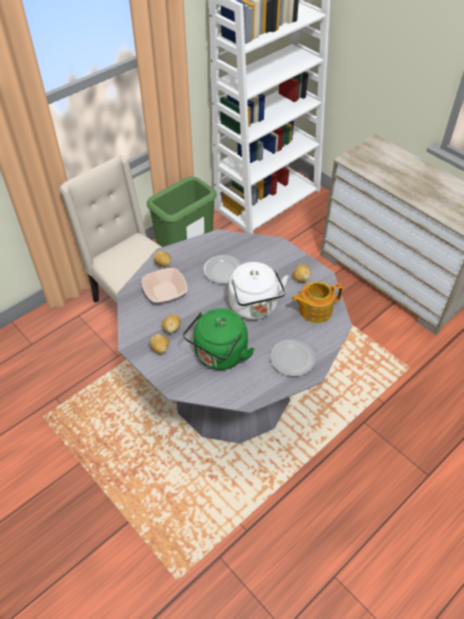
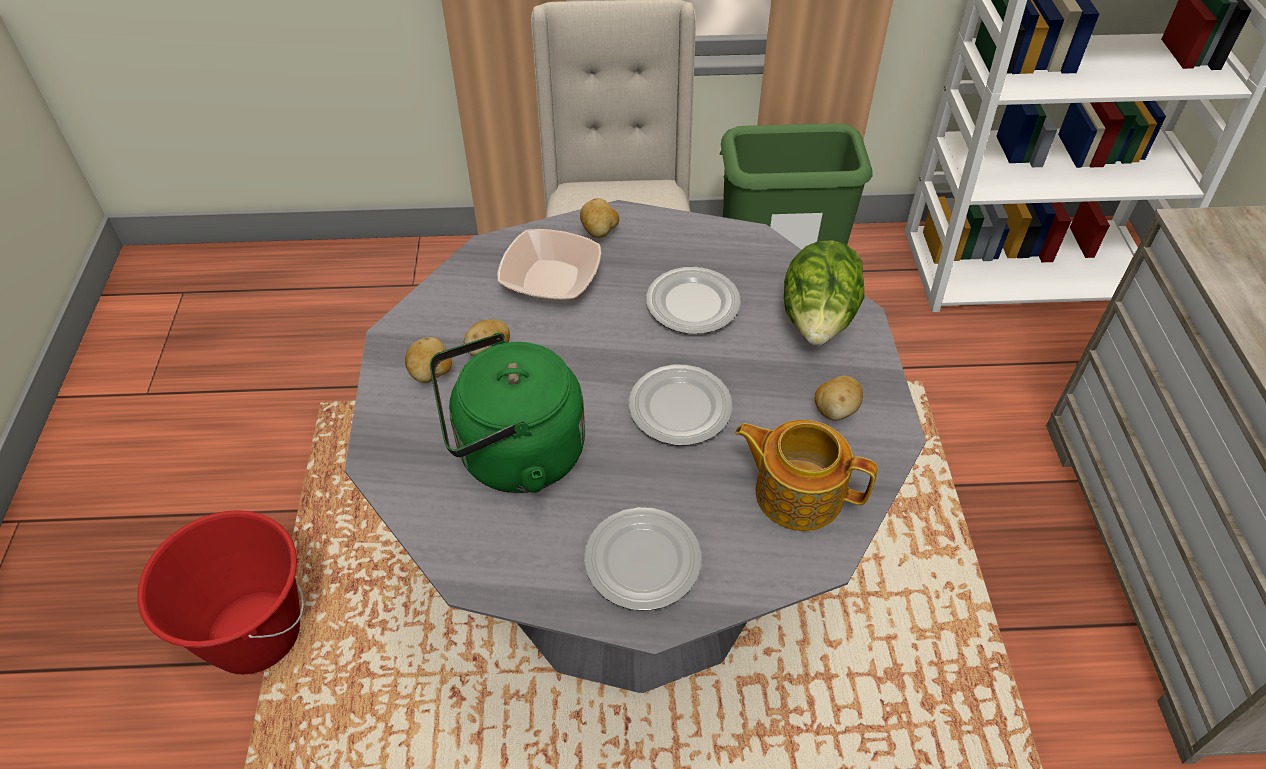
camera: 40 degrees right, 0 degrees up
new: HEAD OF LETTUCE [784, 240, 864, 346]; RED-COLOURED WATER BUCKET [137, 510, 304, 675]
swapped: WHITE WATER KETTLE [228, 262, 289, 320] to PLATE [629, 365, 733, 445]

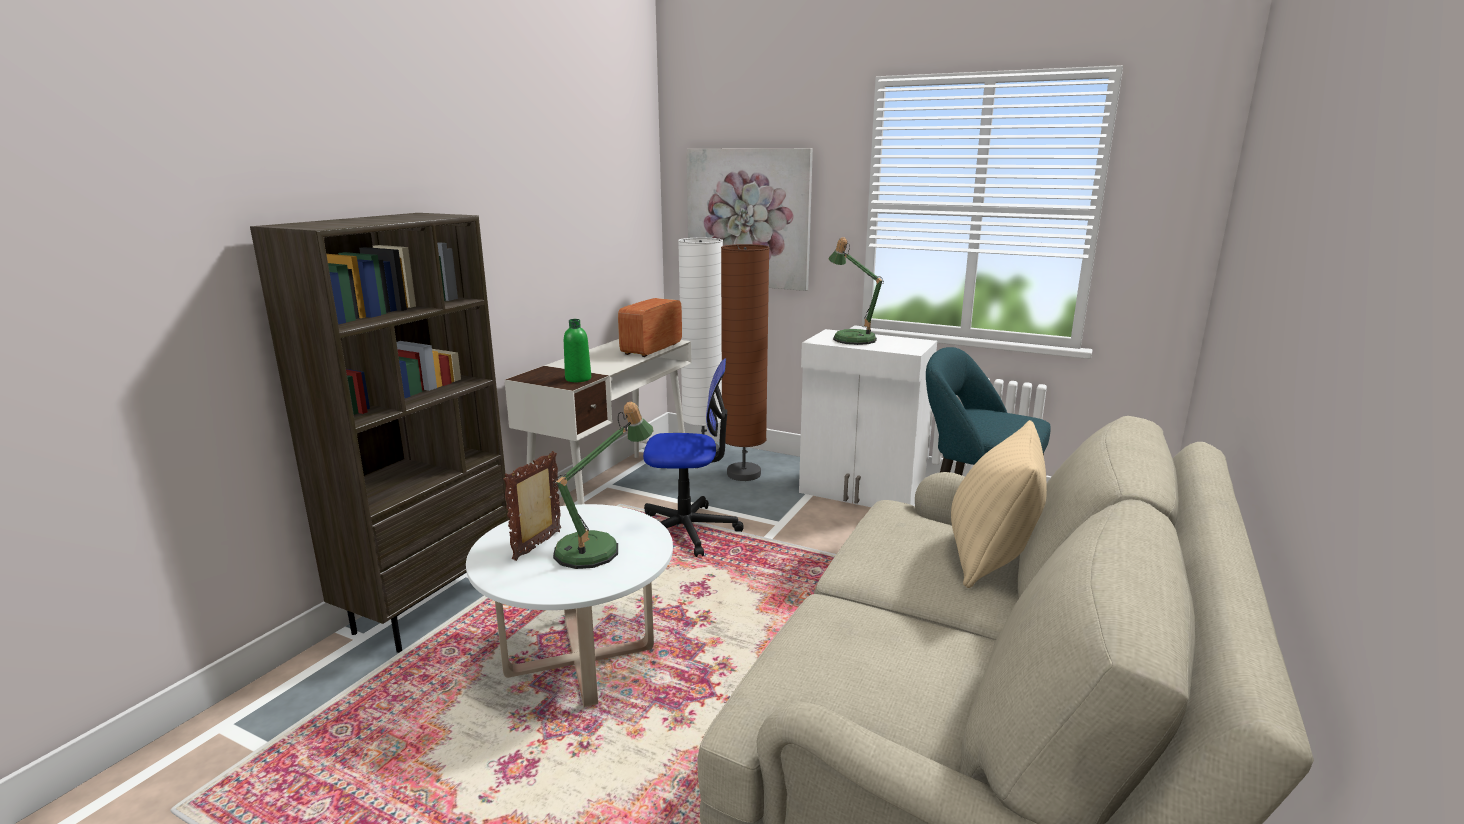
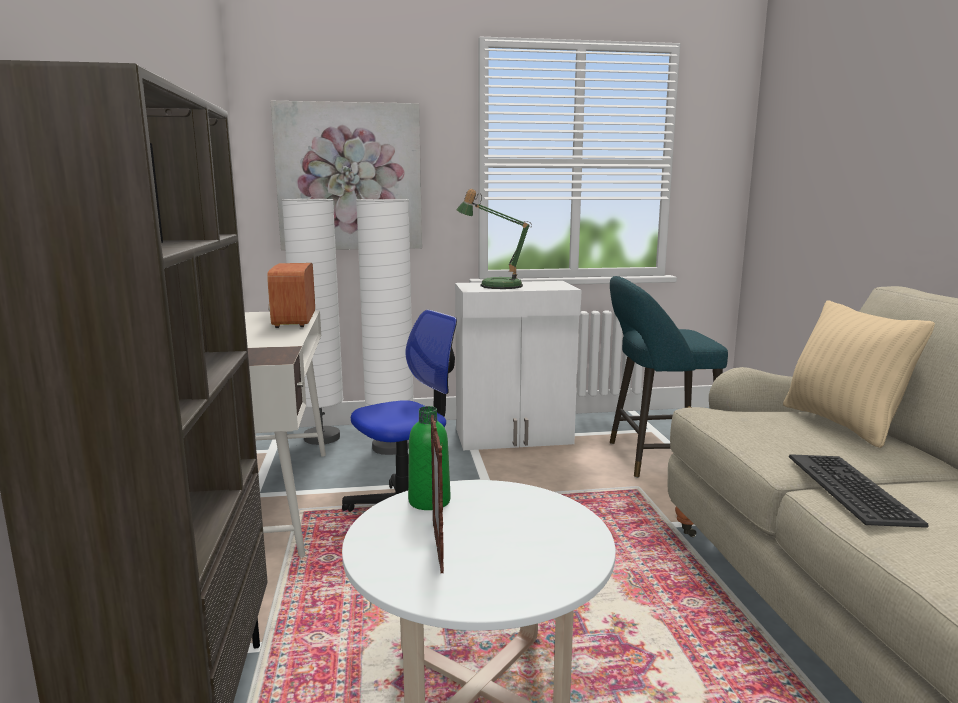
camera: 35 degrees left, 5 degrees down
gone: LAMP FOR A TABLE [553, 402, 653, 569]
new: COMPUTER KEYBOARD [789, 454, 929, 528]
shifted: GREEN-COLOURED BOTTLE [564, 319, 591, 382] to [408, 406, 451, 510]
repainted: BROWN-COLOURED FLOOR LAMP [721, 244, 770, 481] to WHITE FLOOR LAMP [356, 199, 414, 455]

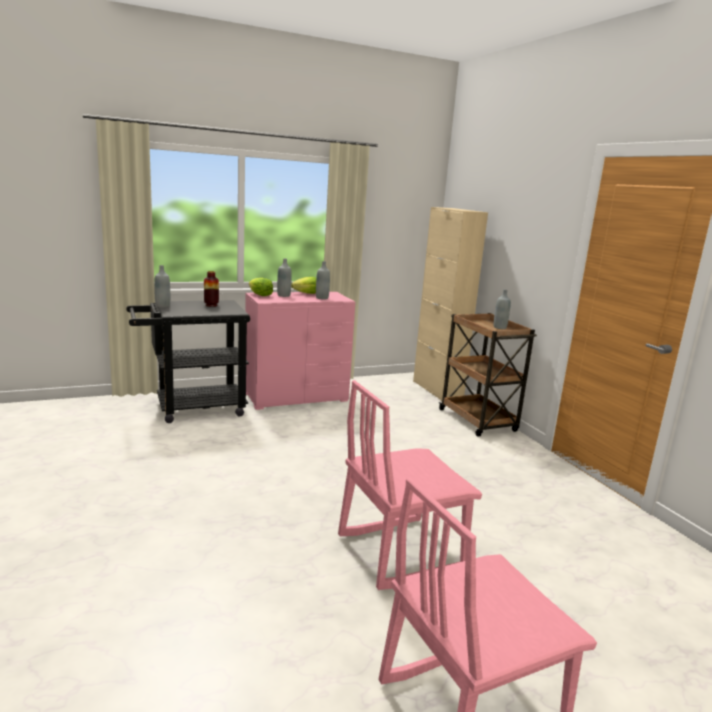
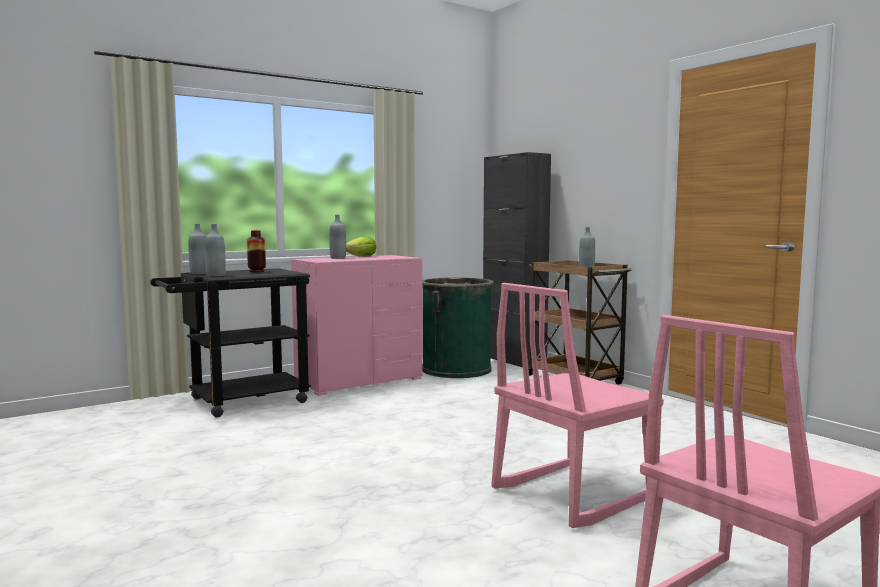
camera: 10 degrees left, 10 degrees down
gone: HEAD OF LETTUCE [249, 278, 273, 296]
new: GREEN-COLOURED RUBBISH BIN [421, 277, 494, 378]
shifted: GRAY BOTTLE [316, 261, 330, 300] to [205, 224, 226, 276]
repainted: SAND-COLOURED STORAGE CABINET [413, 207, 488, 401] to BLACK-COLOURED STORAGE CABINET [483, 152, 551, 368]

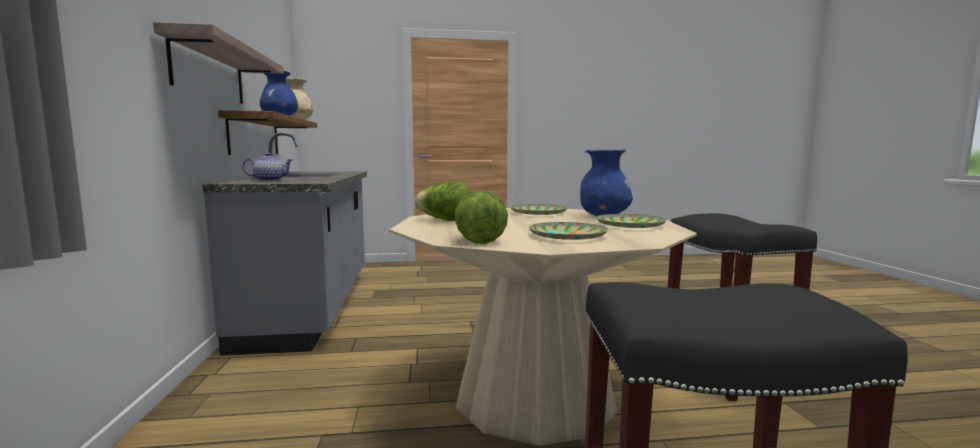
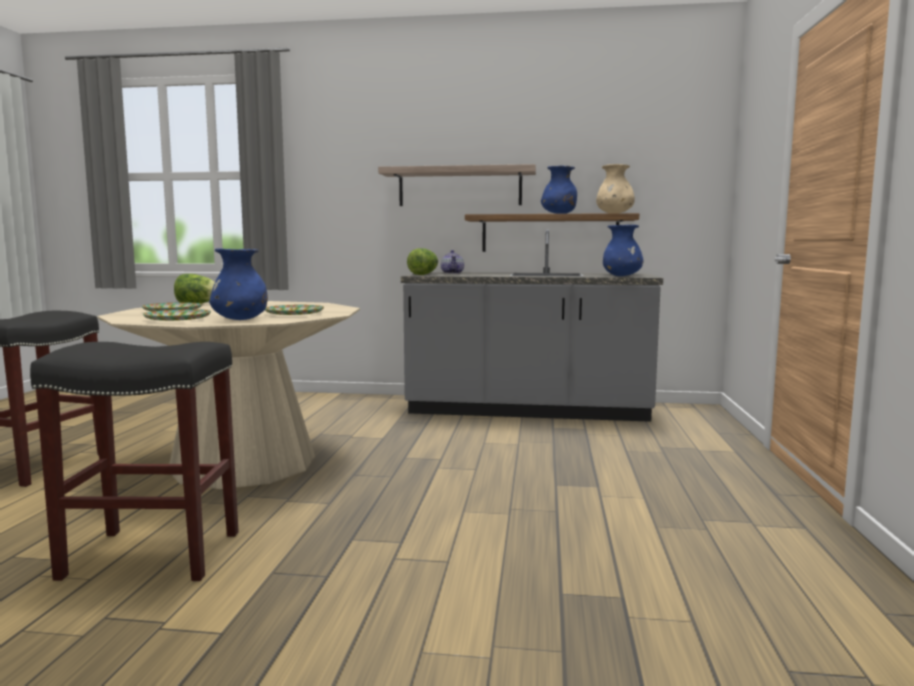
camera: 105 degrees right, 0 degrees up
new: BLUE DECORATIVE VASE [603, 225, 644, 276]
shifted: HEAD OF LETTUCE [415, 182, 469, 221] to [407, 248, 438, 275]

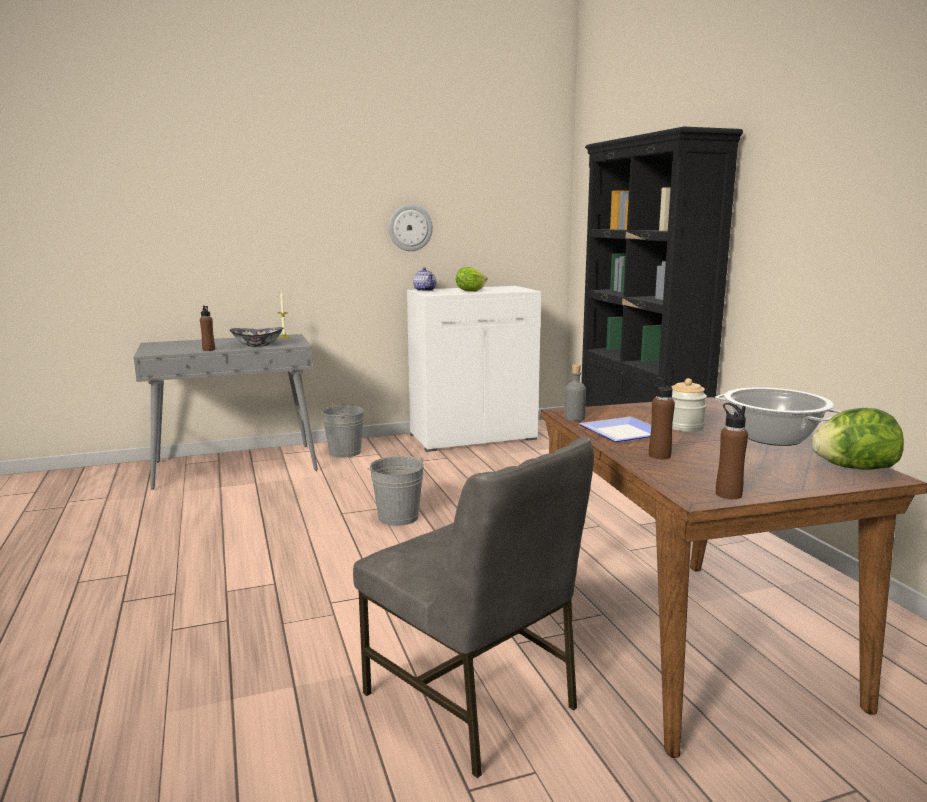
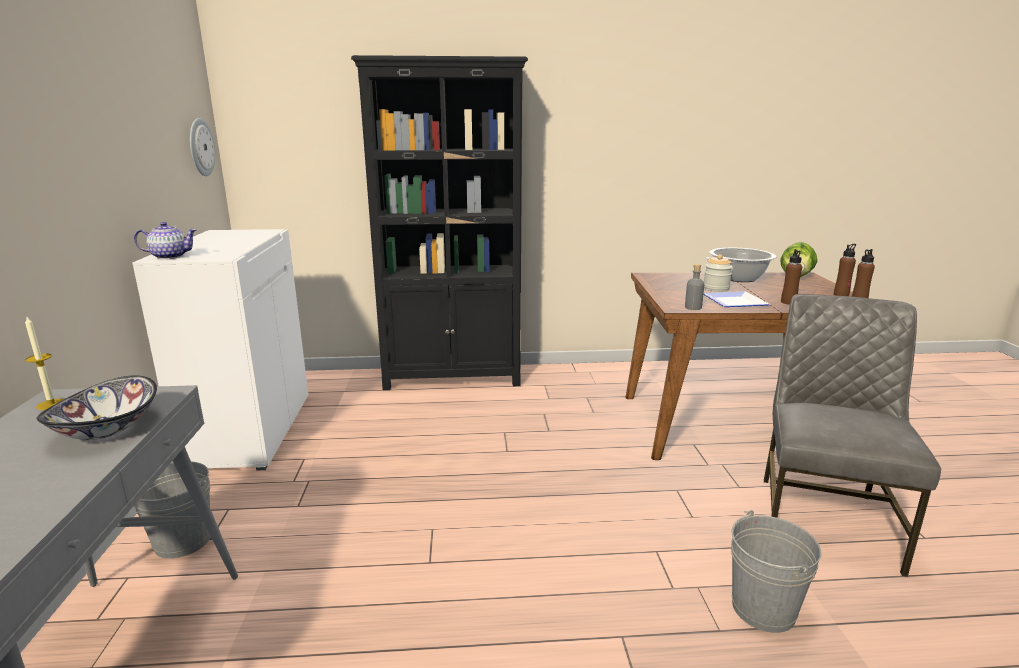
camera: 75 degrees left, 5 degrees up
gone: HEAD OF LETTUCE [456, 267, 487, 292]
shifted: CLOCK ON THE WALL [388, 204, 433, 251] to [190, 118, 215, 176]; BROWN-COLOURED BOTTLE [200, 306, 215, 351] to [834, 244, 856, 296]; GRAY WATER BUCKET [367, 456, 424, 526] to [731, 510, 821, 633]
rotated: GRAY CHAIR [353, 437, 594, 778] = [764, 294, 941, 577] 45 degrees counterclockwise

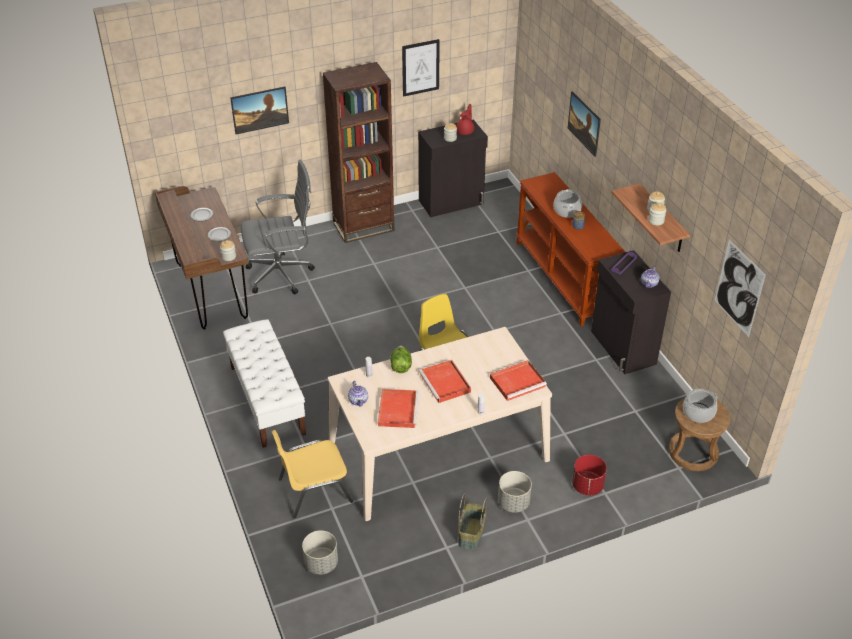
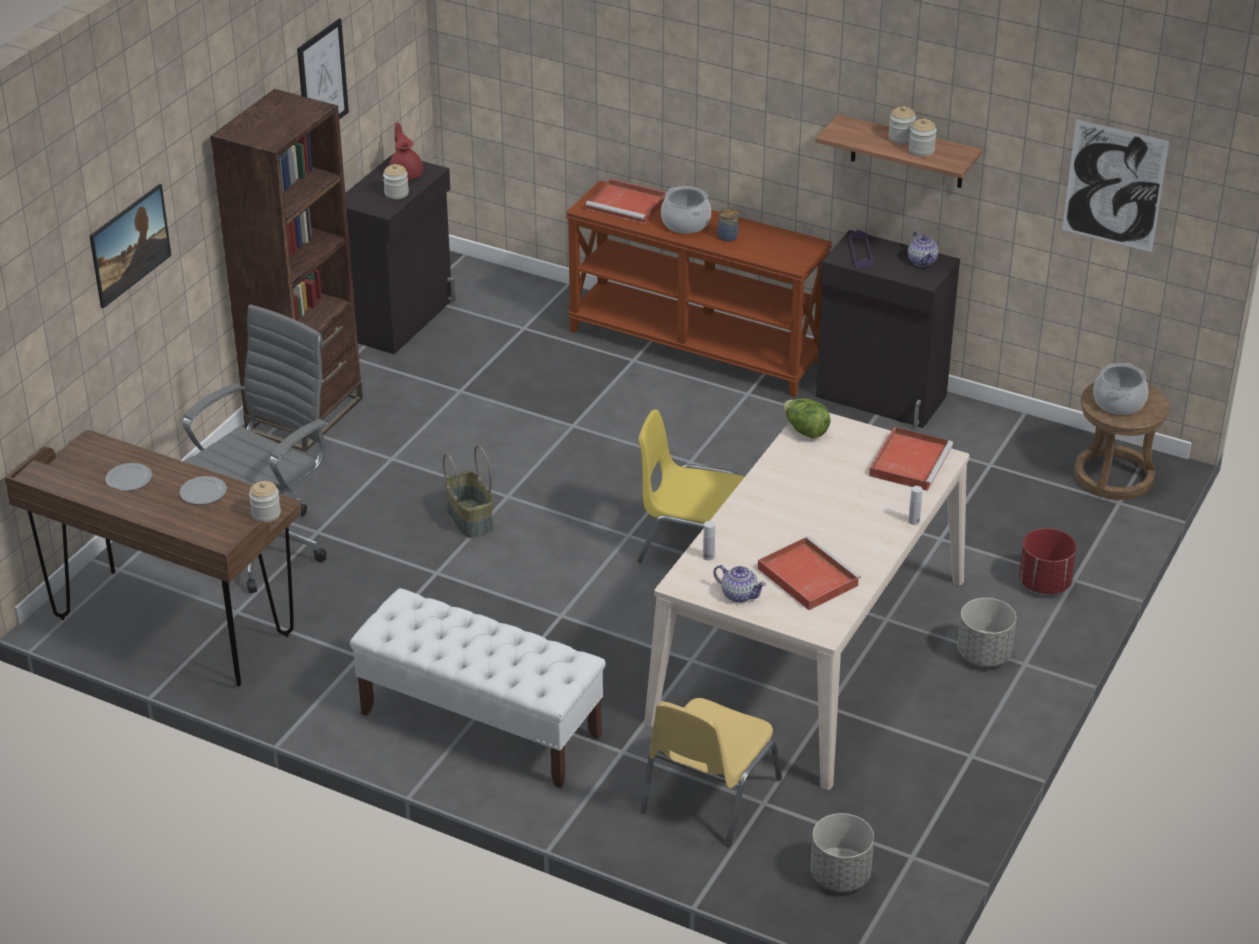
camera: 40 degrees left, 5 degrees down
gone: WALL ART [568, 91, 601, 157]
shifted: HEAD OF LETTUCE [390, 346, 412, 373] to [783, 399, 831, 439]; RED-COLOURED TRAY [419, 360, 471, 403] to [586, 178, 667, 224]; STORAGE BASKET [458, 493, 487, 550] to [443, 445, 493, 538]

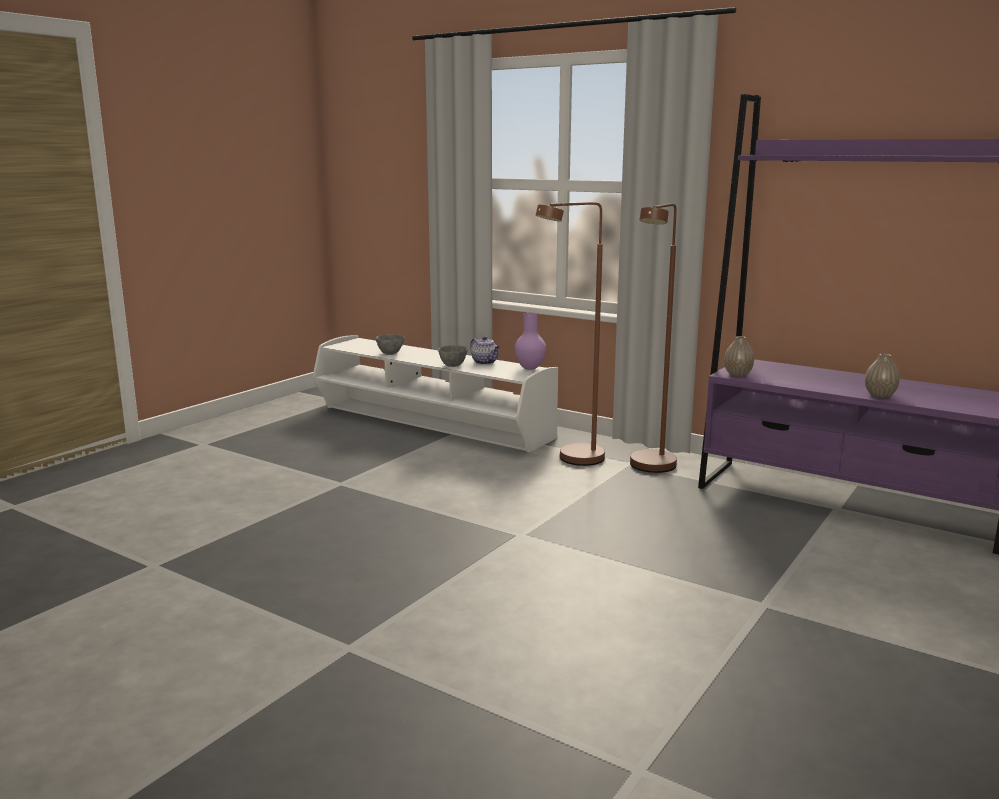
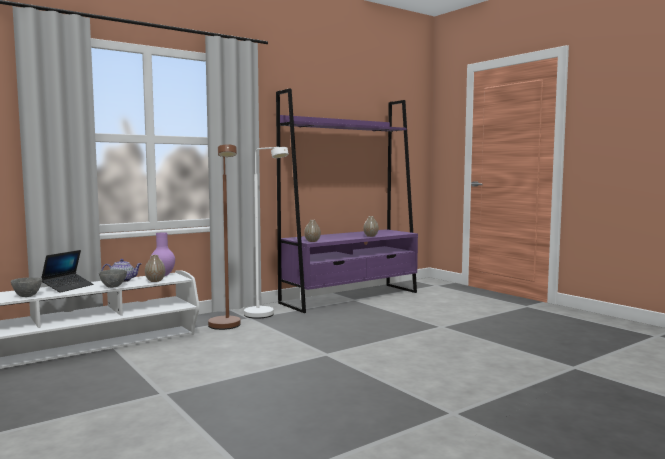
camera: 70 degrees left, 10 degrees down
new: PORTABLE COMPUTER [41, 250, 93, 293]; DECORATIVE VASE [145, 255, 165, 282]
repainted: BROWN-COLOURED FLOOR LAMP [630, 203, 677, 473] to WHITE FLOOR LAMP [244, 147, 289, 319]

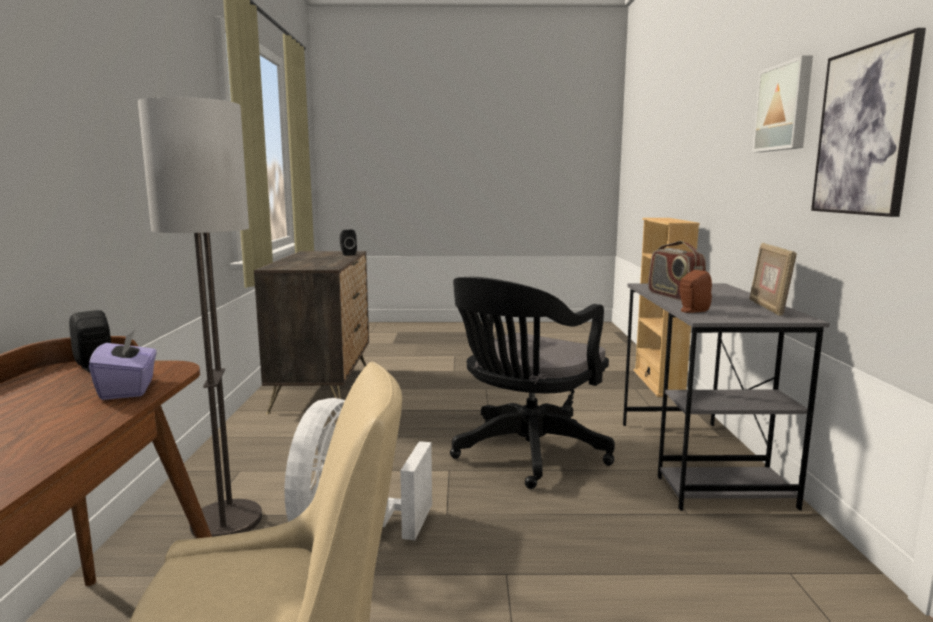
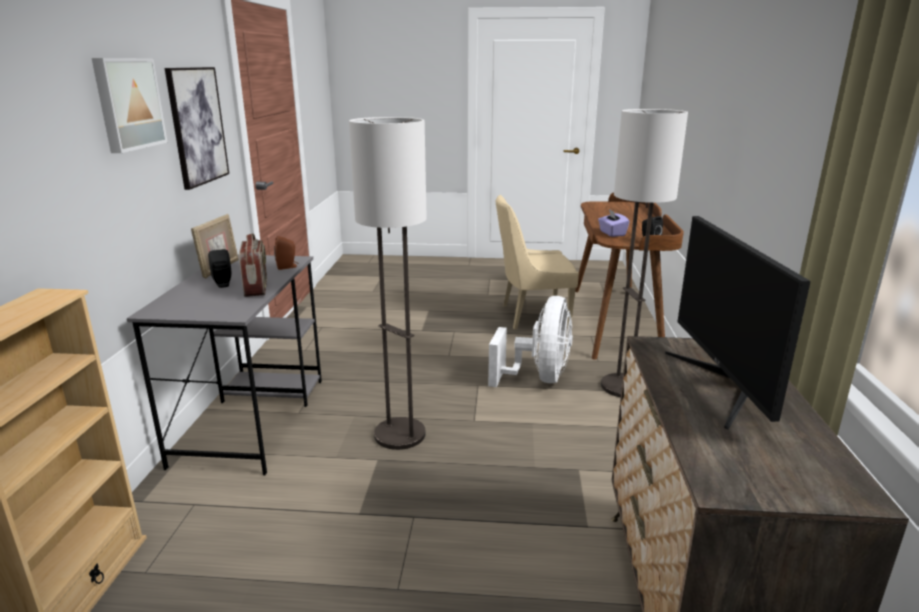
camera: 175 degrees left, 10 degrees up
new: MONITOR [665, 216, 811, 430]
shifted: BLACK-COLOURED AUDIO SPEAKER [340, 230, 357, 256] to [208, 249, 231, 288]
swapped: BLACK-COLOURED DESK CHAIR [450, 277, 615, 489] to FLOOR LAMP [349, 117, 427, 450]

